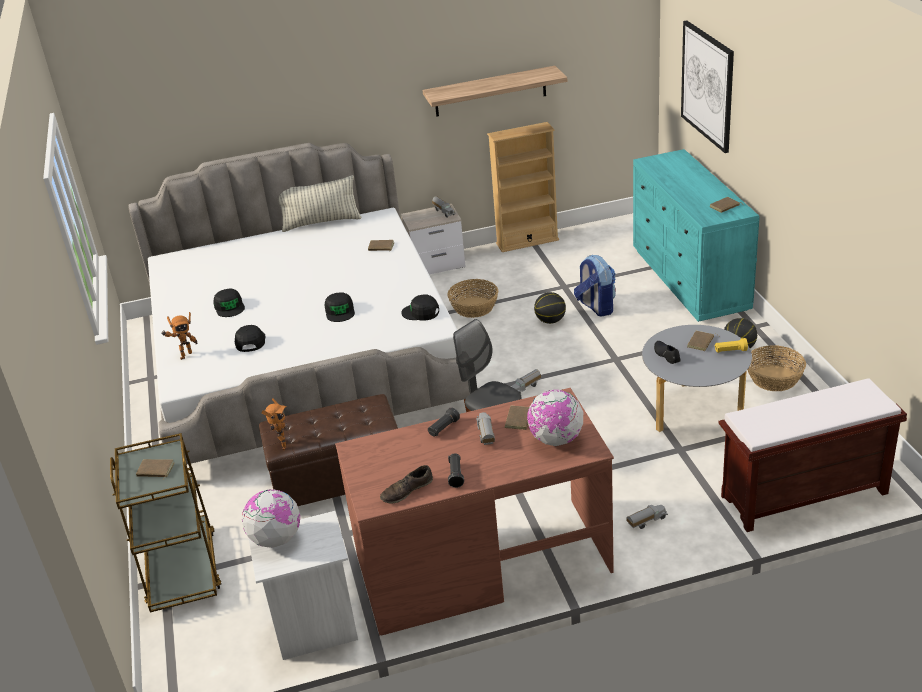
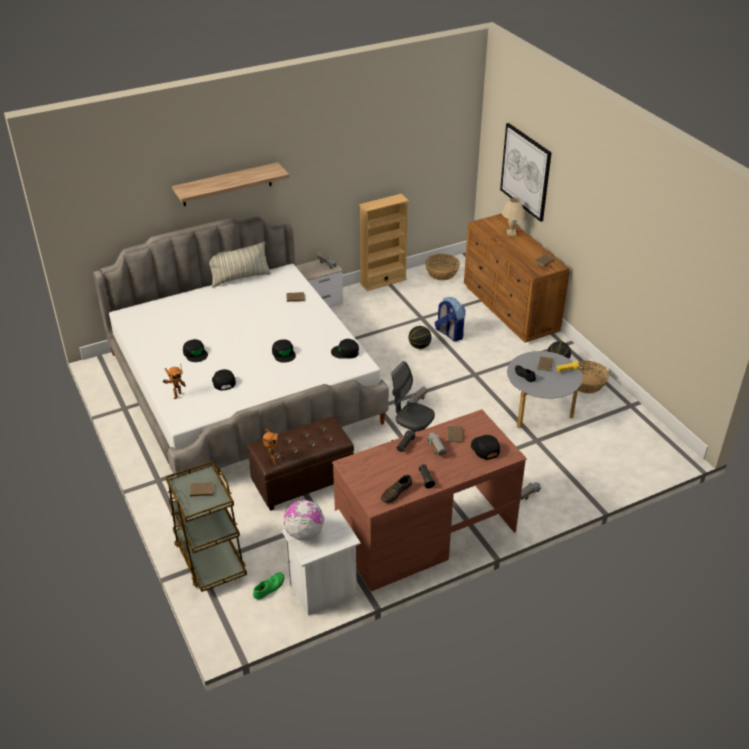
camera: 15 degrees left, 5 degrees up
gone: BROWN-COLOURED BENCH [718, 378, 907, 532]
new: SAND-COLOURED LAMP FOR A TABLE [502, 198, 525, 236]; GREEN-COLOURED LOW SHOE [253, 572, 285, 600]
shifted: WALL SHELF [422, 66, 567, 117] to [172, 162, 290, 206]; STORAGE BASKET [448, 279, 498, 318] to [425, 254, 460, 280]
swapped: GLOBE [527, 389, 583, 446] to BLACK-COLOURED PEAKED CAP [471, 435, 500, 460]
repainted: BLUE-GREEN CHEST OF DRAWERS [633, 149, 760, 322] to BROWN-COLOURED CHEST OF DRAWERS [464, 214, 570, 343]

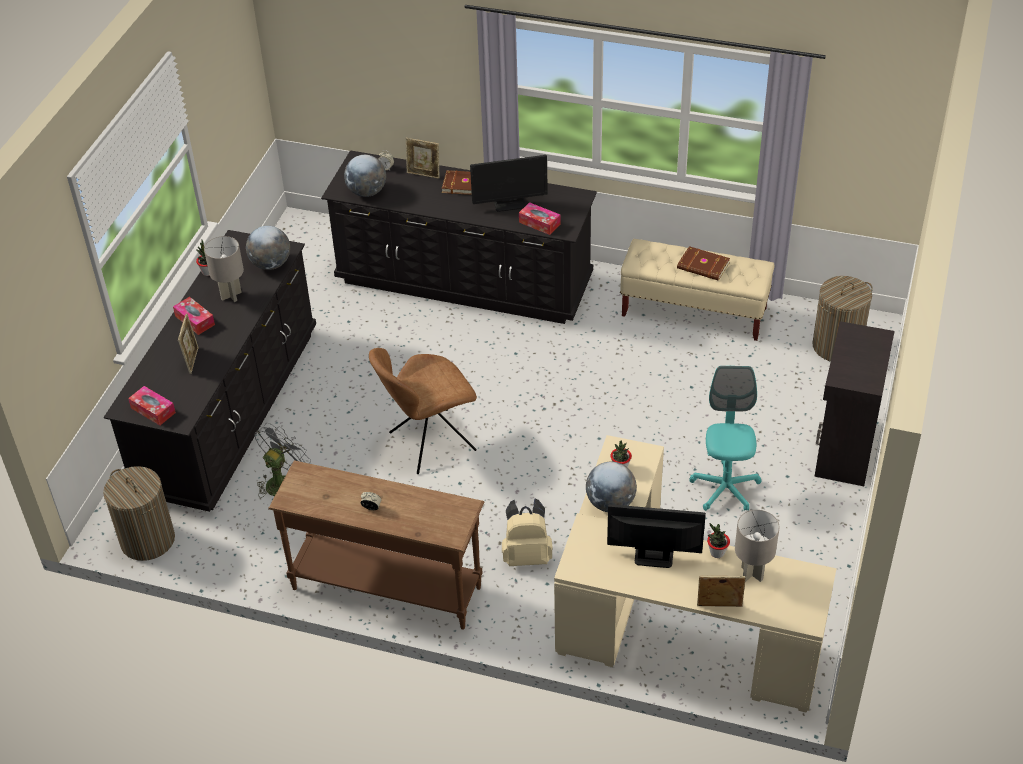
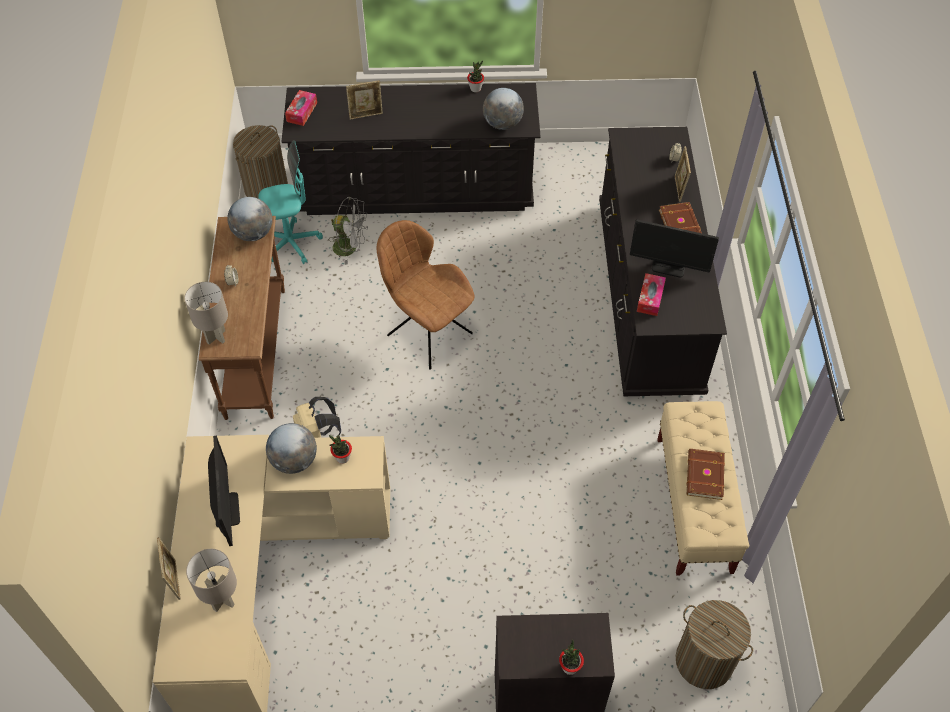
camera: 70 degrees right, 10 degrees up
gone: BOX OF TISSUES [173, 297, 215, 335]
shifted: GLOBE [344, 155, 386, 197] to [227, 197, 273, 241]; GRAY LAMP FOR A TABLE [204, 236, 244, 302] to [184, 282, 228, 345]; BLUE-GREEN DESK CHAIR [689, 366, 762, 511] to [258, 140, 323, 264]; PLANT IN A POT [707, 523, 730, 558] to [559, 639, 584, 675]
rotated: MONITOR [470, 155, 548, 212] = [630, 219, 719, 278] 45 degrees counterclockwise

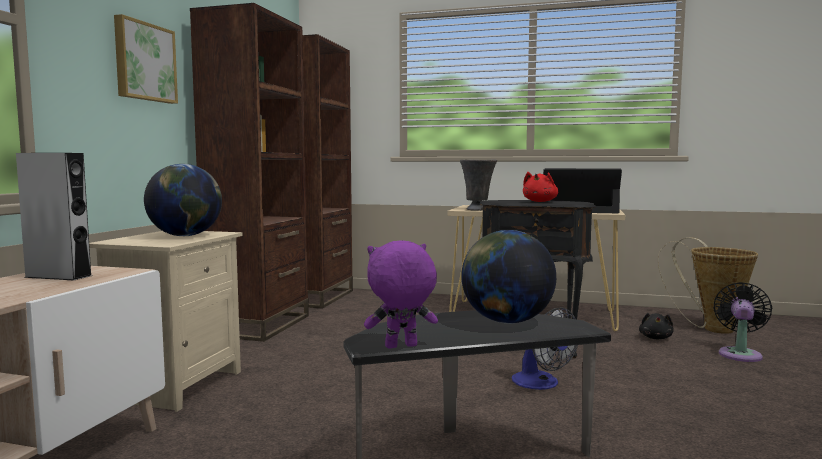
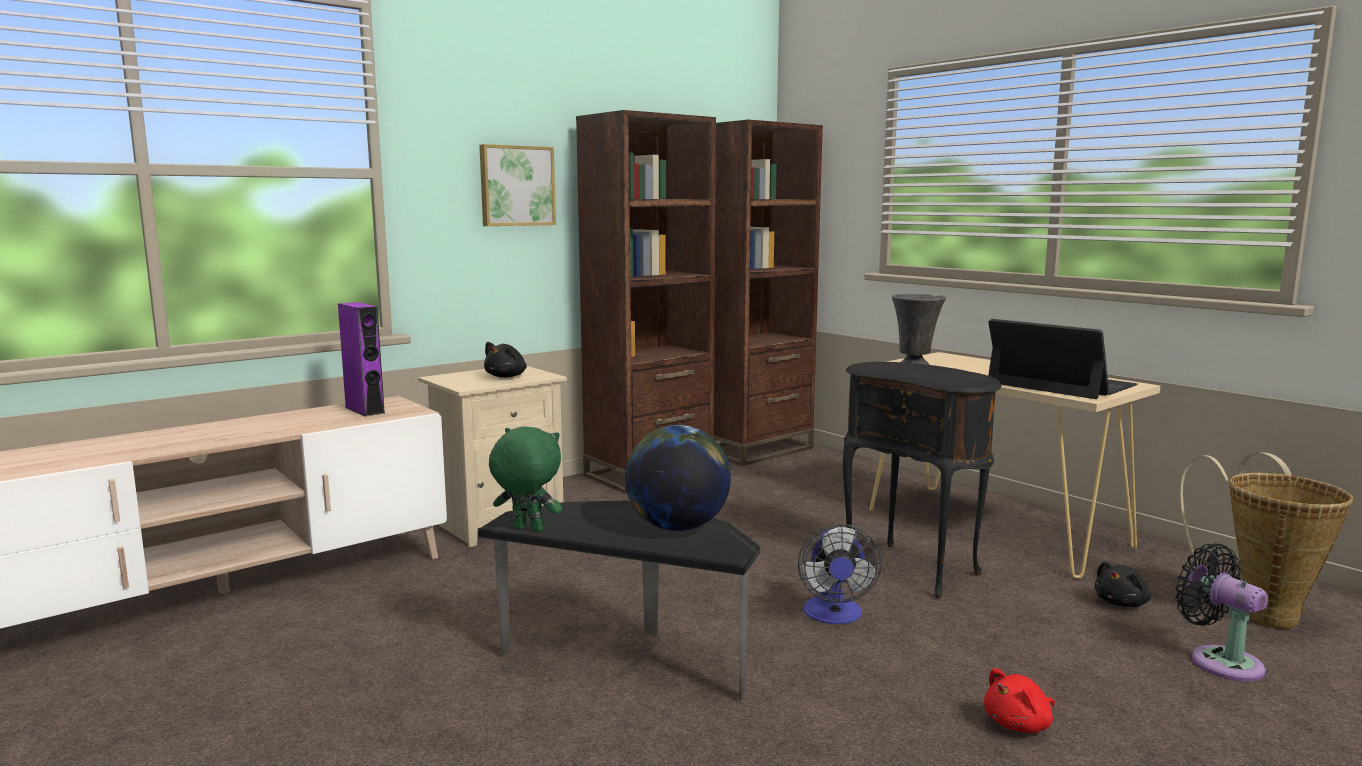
camera: 35 degrees right, 5 degrees up
shifted: RED-COLOURED SOFT TOY [523, 172, 558, 202] to [984, 668, 1055, 733]
swapped: GLOBE [144, 164, 222, 236] to BLACK-COLOURED SOFT TOY [484, 342, 527, 378]
repainted: GRAY AUDIO SPEAKER [16, 153, 92, 280] to PURPLE-COLOURED AUDIO SPEAKER [338, 302, 385, 417]; PURPLE-COLOURED SOFT TOY [364, 240, 438, 349] to GREEN-COLOURED SOFT TOY [489, 426, 562, 532]
rotated: BLACK-COLOURED ELECTRIC FAN [713, 282, 772, 362] = [1176, 544, 1268, 681] 90 degrees counterclockwise

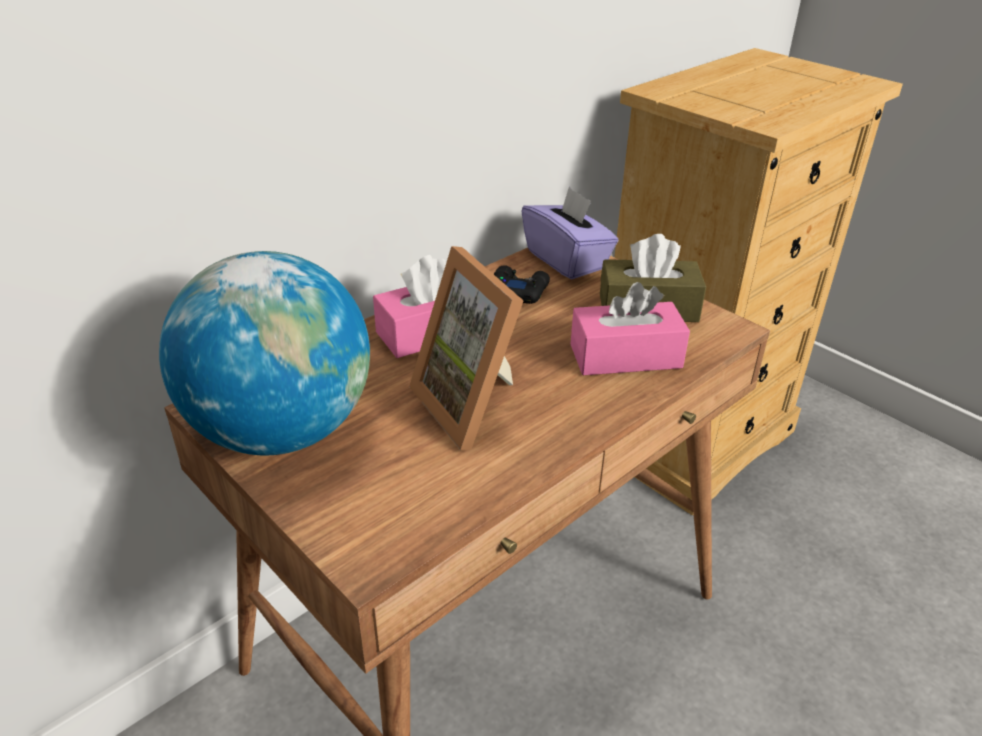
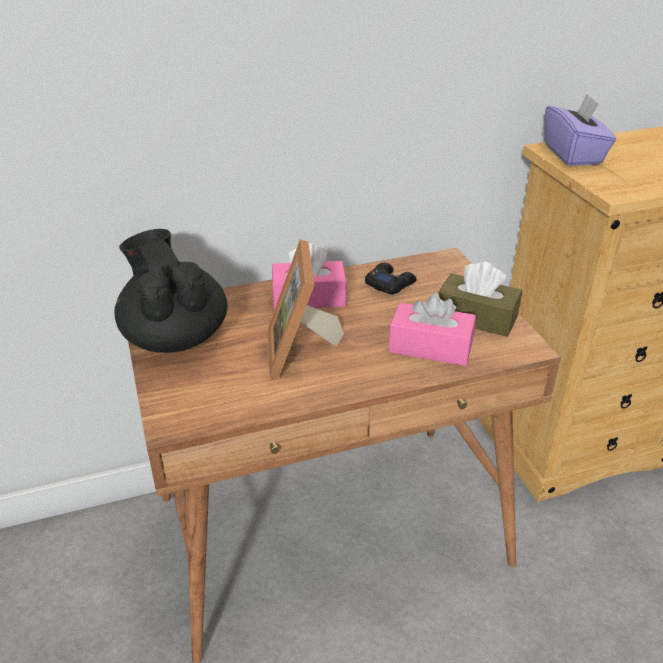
camera: 25 degrees right, 0 degrees up
shifted: PURPLE-COLOURED BOX OF TISSUES [521, 187, 619, 279] to [545, 94, 616, 166]
swapped: GLOBE [159, 251, 370, 455] to BLACK-COLOURED TEAPOT [115, 229, 227, 353]

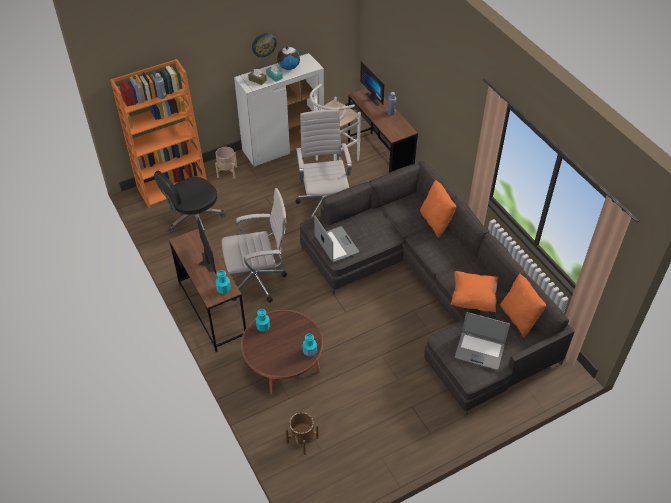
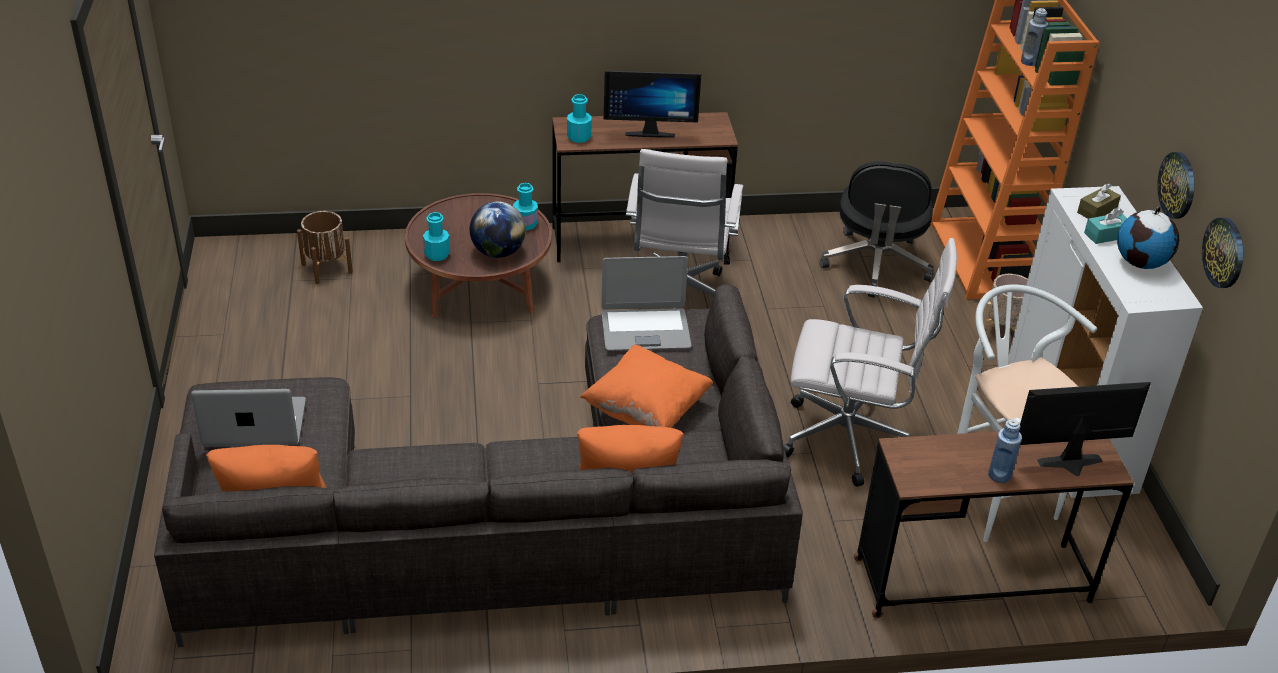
camera: 110 degrees right, 10 degrees down
new: GLOBE [470, 201, 526, 258]; CLOCK ON THE WALL [1202, 218, 1243, 288]
shifted: ORANGE-COLOURED THROW PILLOW [451, 271, 499, 313] to [580, 345, 713, 428]
rotated: BLACK-COLOURED DESK CHAIR [154, 171, 225, 233] = [820, 161, 934, 298] 150 degrees counterclockwise; PORTABLE COMPUTER [455, 312, 510, 370] = [191, 389, 306, 447] 45 degrees clockwise

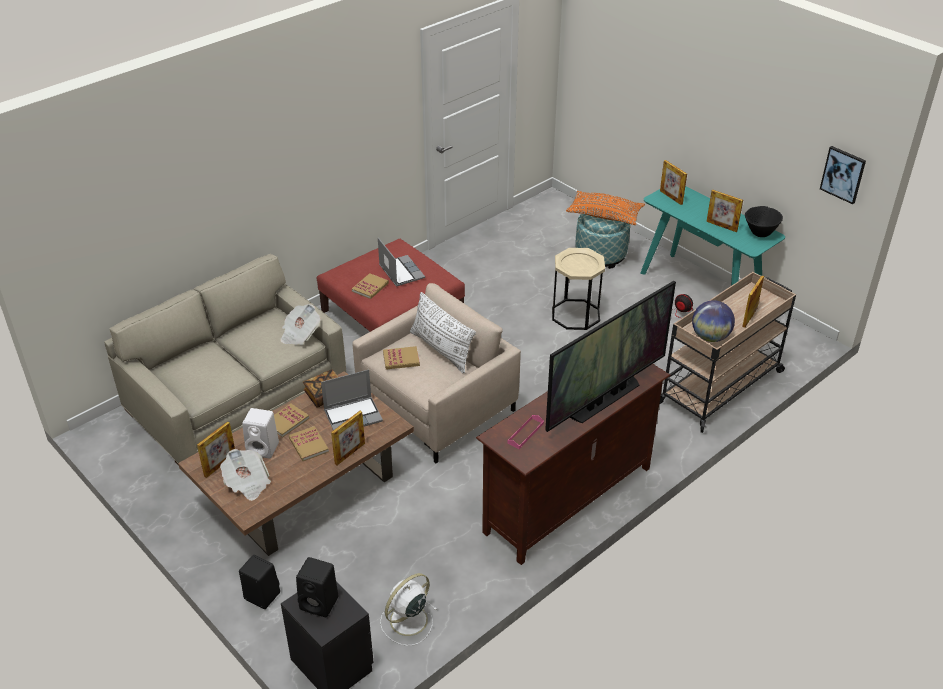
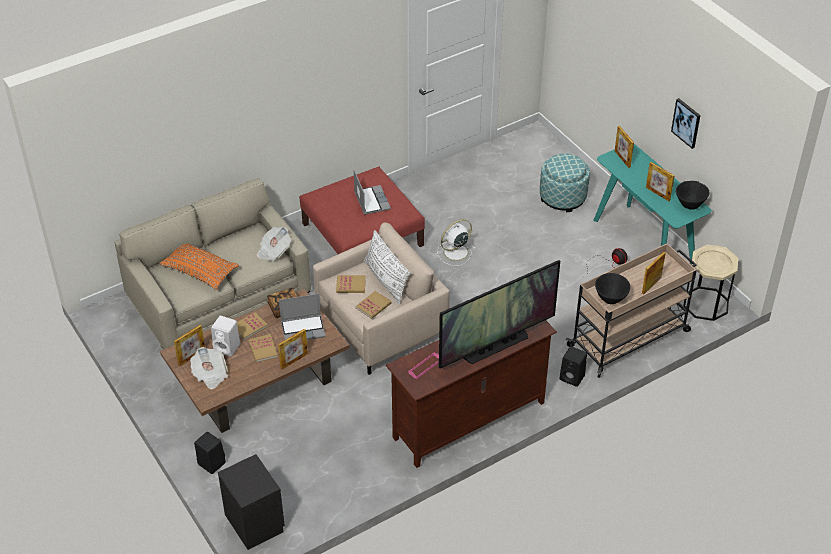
camera: 10 degrees right, 5 degrees up
shifted: WALL ART [820, 146, 866, 204] to [671, 98, 700, 149]; ORANGE-COLOURED THROW PILLOW [566, 191, 645, 225] to [159, 244, 239, 289]; SAND-COLOURED ACCENT TABLE [552, 248, 605, 330] to [683, 244, 738, 321]; BOUND BOOK [352, 273, 389, 299] to [356, 291, 392, 319]; BLACK-COLOURED AUDIO SPEAKER [296, 557, 339, 617] to [559, 346, 587, 387]; WHITE ELECTRIC FAN [380, 573, 438, 646] to [437, 219, 476, 266]
swapped: GLOBE [692, 300, 735, 342] to BLACK-COLOURED SERVING BOWL [595, 273, 630, 304]

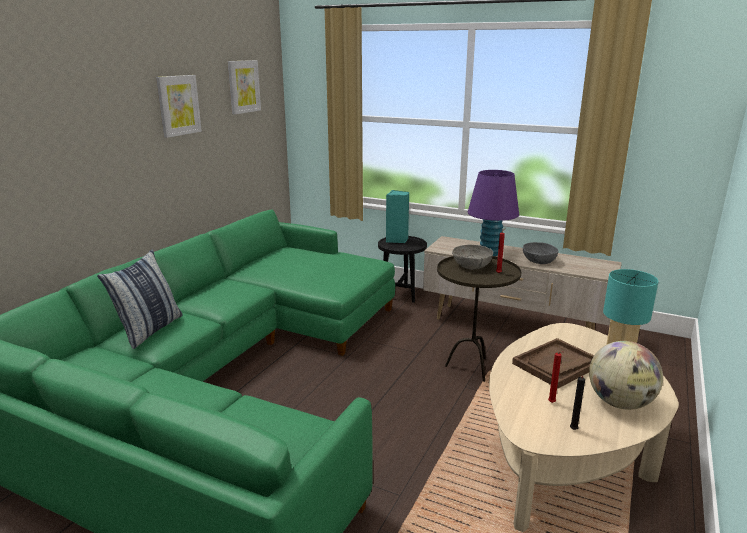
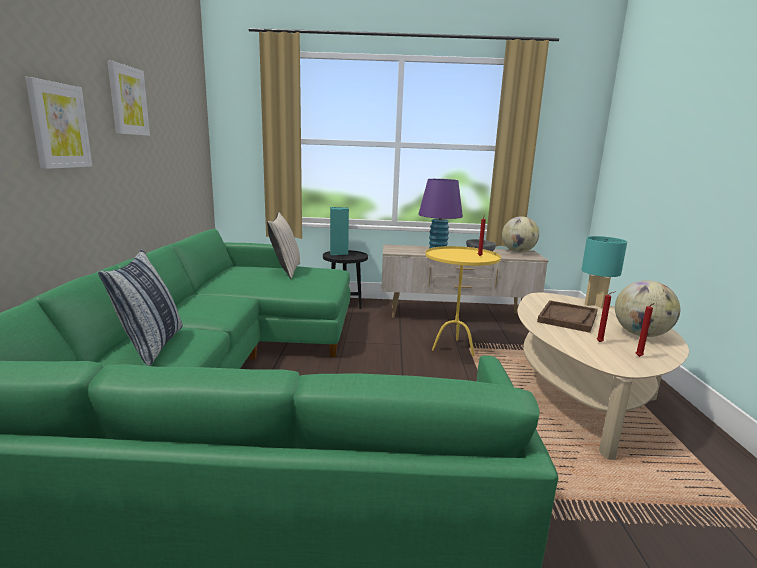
camera: 25 degrees left, 5 degrees down
gone: GRAY SERVING BOWL [452, 245, 493, 270]
new: SAND-COLOURED THROW PILLOW [267, 212, 300, 279]; GLOBE [502, 216, 539, 252]
shifted: WALL ART [227, 60, 261, 114] to [25, 77, 92, 169]
repainted: BROWN-COLOURED ACCENT TABLE [437, 256, 521, 382] to YELLOW ACCENT TABLE [425, 246, 501, 356]; BLACK-COLOURED WAX CANDLE [570, 376, 585, 430] to RED-COLOURED WAX CANDLE [636, 303, 654, 357]

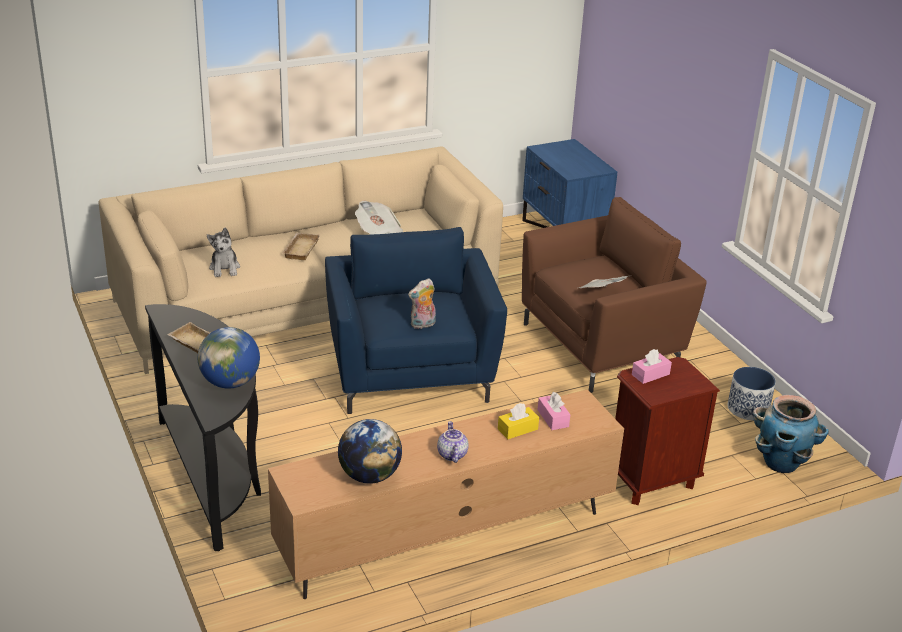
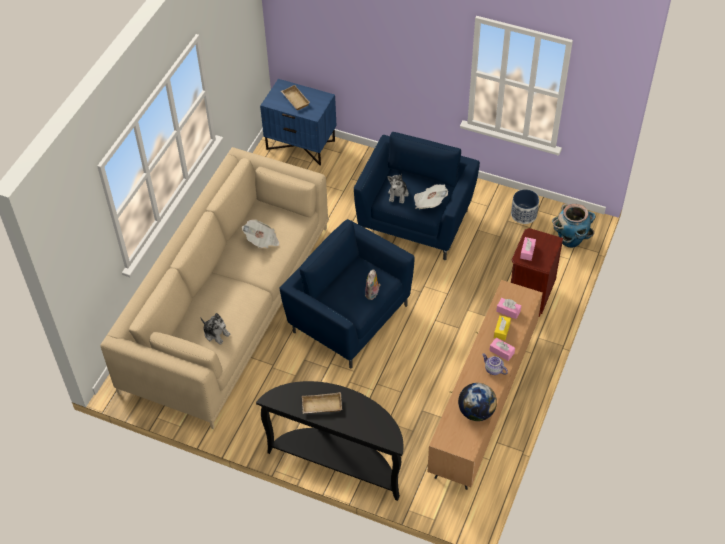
camera: 40 degrees left, 20 degrees up
gone: GLOBE [198, 327, 260, 389]
new: SOFT TOY [387, 173, 409, 204]; PINKISH BOX OF TISSUES [489, 337, 515, 361]
shifted: SAND-COLOURED TRAY [283, 233, 320, 260] to [281, 85, 310, 110]
repainted: BROWN-COLOURED EASY CHAIR [522, 197, 707, 393] to BLUE EASY CHAIR [354, 132, 480, 260]

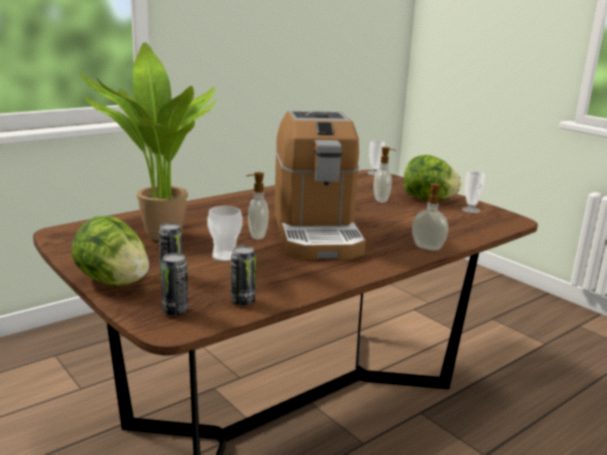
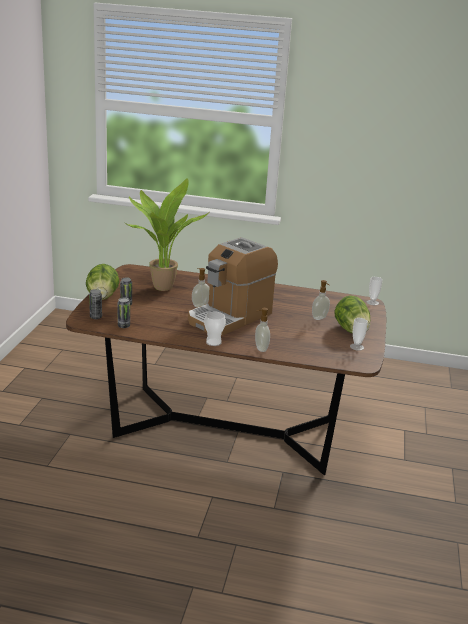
camera: 50 degrees right, 5 degrees up
shifted: CUP [207, 206, 243, 261] to [204, 312, 226, 346]

